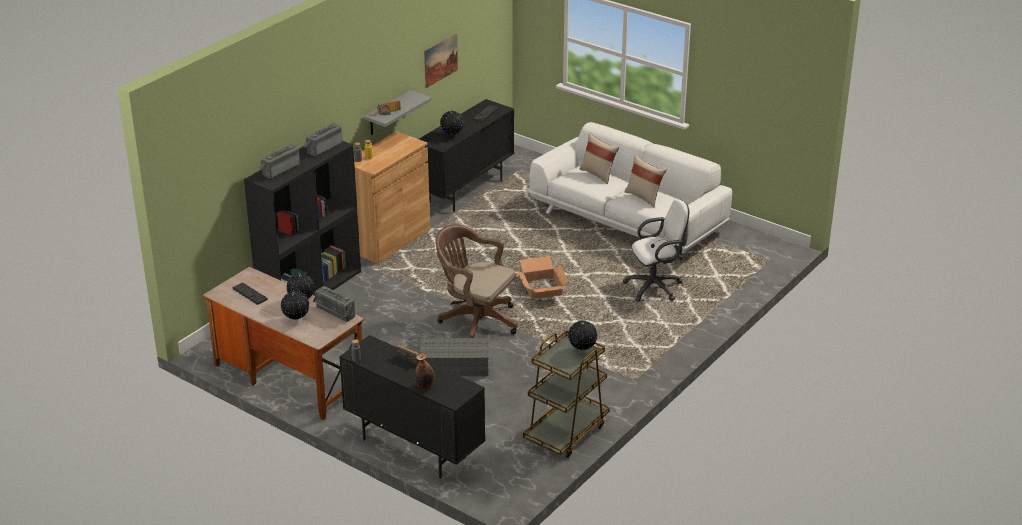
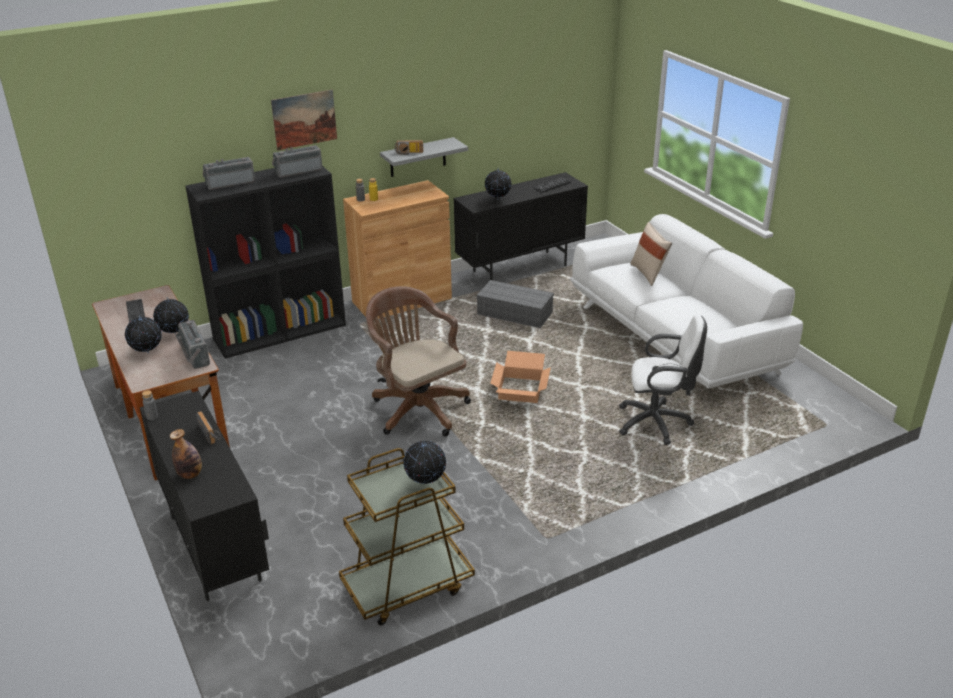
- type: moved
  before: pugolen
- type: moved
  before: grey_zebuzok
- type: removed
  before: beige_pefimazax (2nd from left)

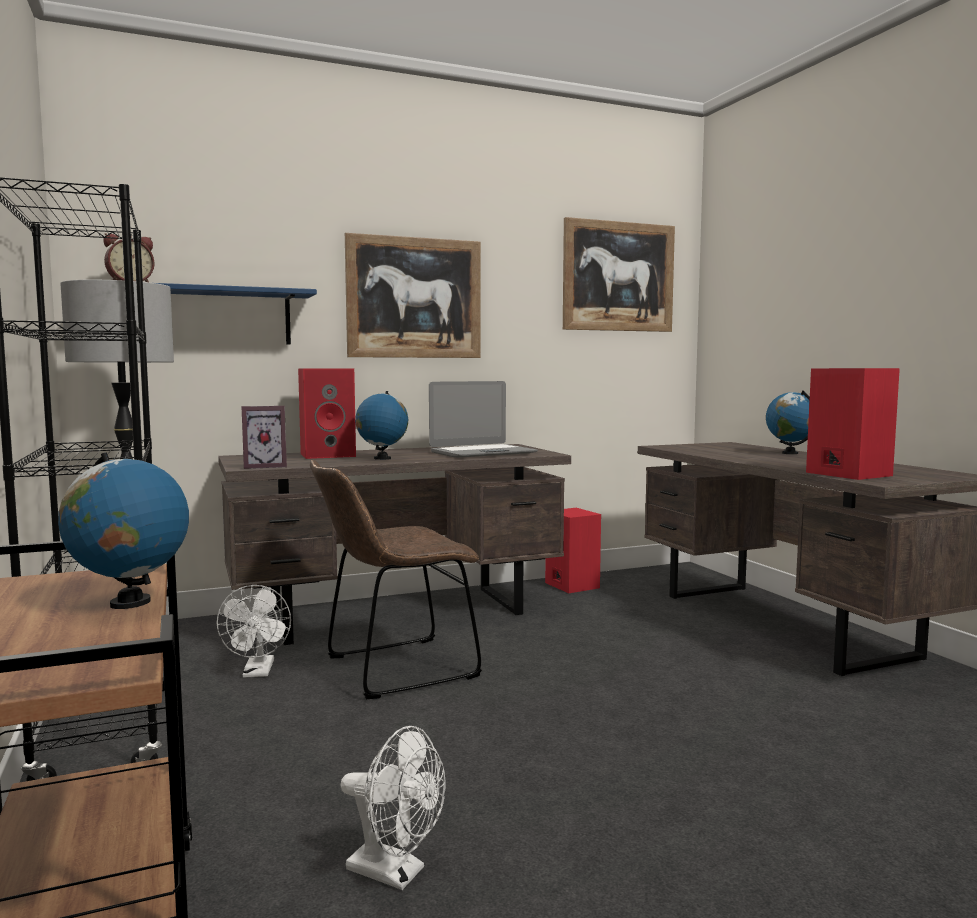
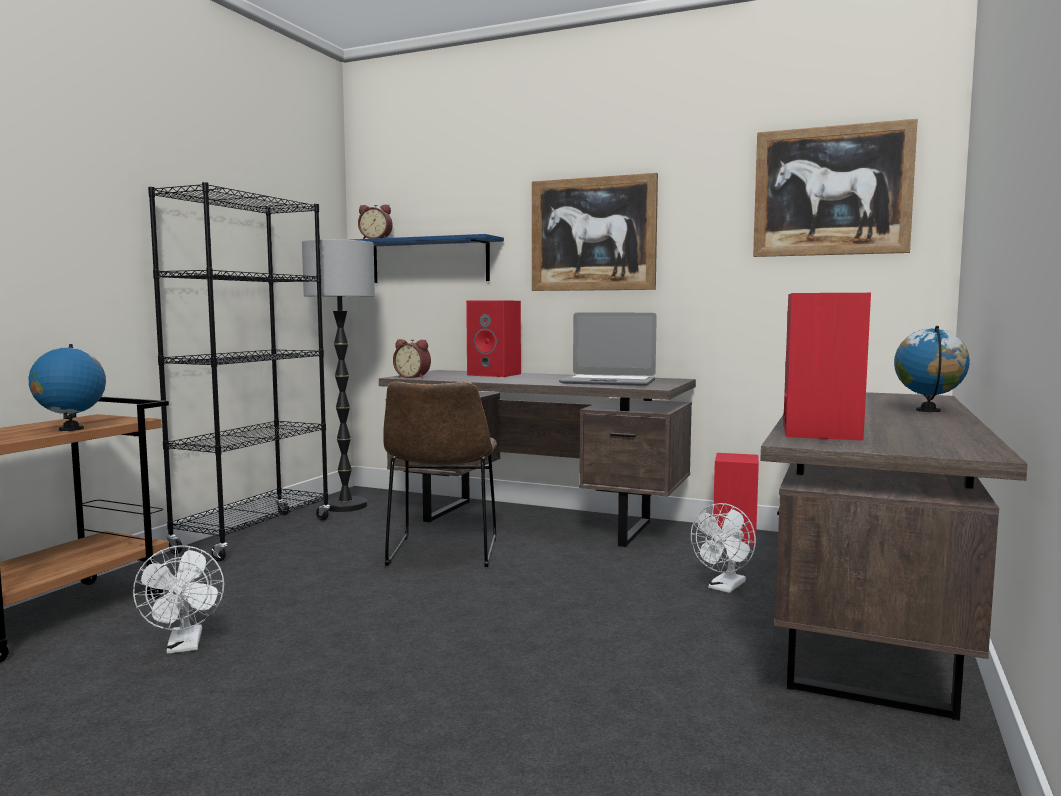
- type: turned
  before: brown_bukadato
  turn: -105
- type: replaced
  before: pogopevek
  after: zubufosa (2nd from left)
- type: moved
  before: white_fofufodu (1st from left in the first image)
  after: white_fofufodu (2nd from left)
- type: removed
  before: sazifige (2nd from left)

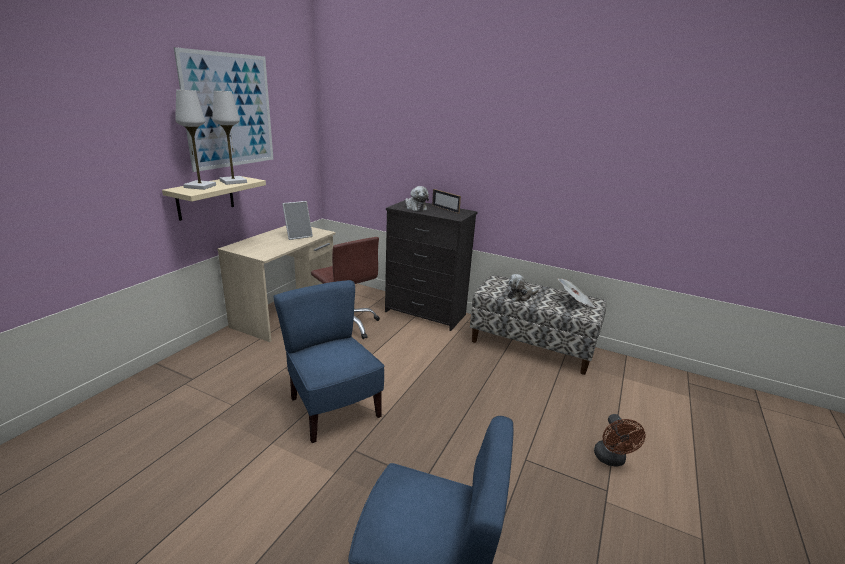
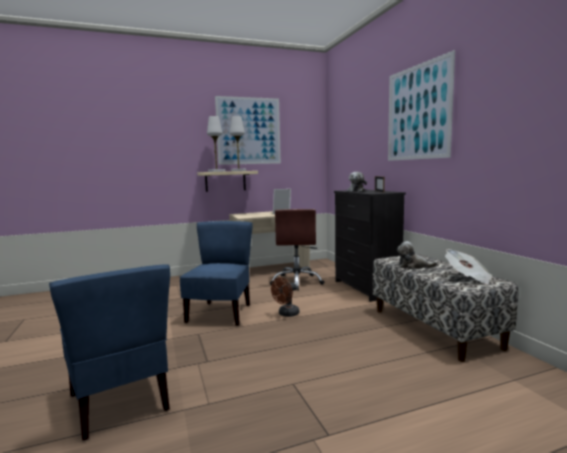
- type: moved
  before: brown_fofufodu
- type: added
  after: pugolen (2nd from left)

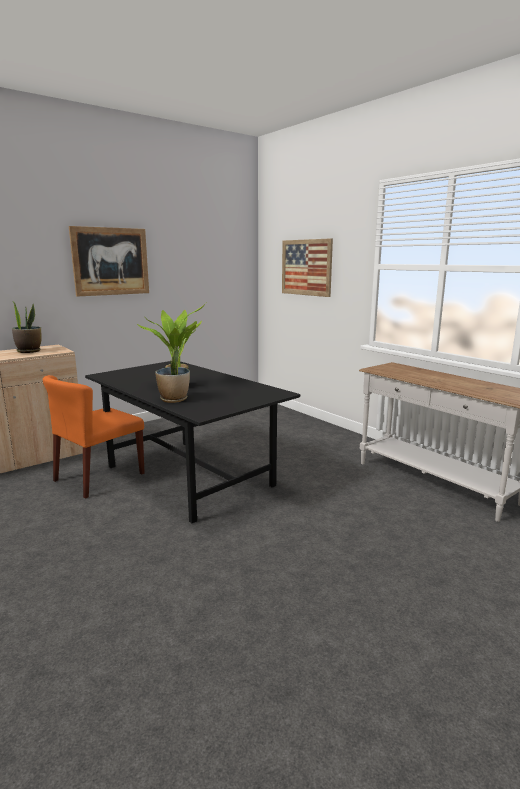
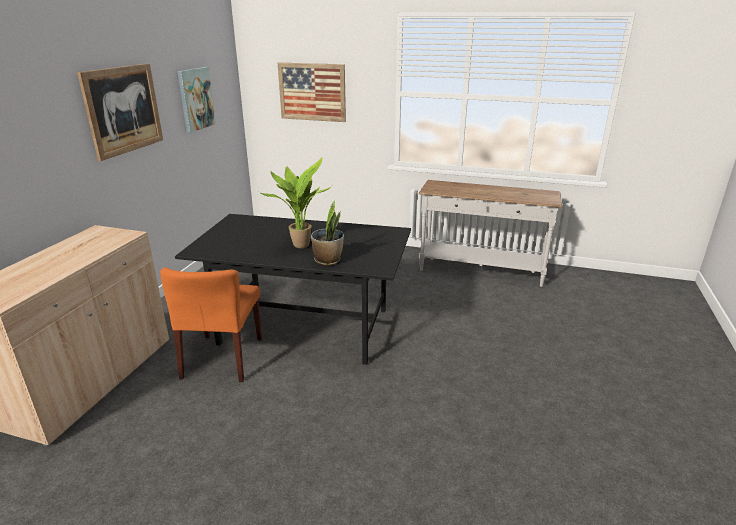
- type: added
  after: pugolen (2nd from left)
- type: removed
  before: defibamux (1st from left)

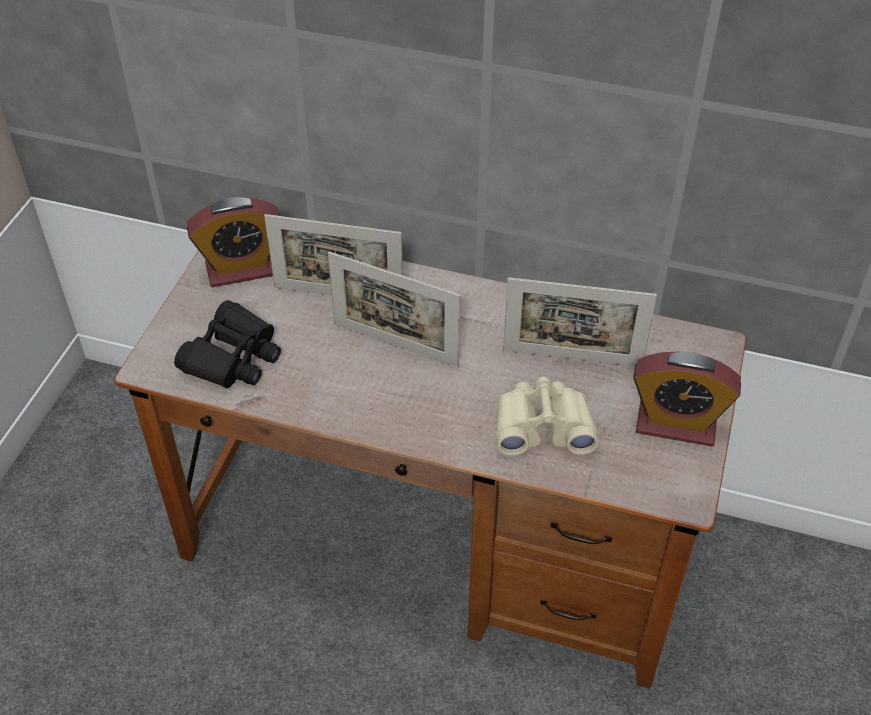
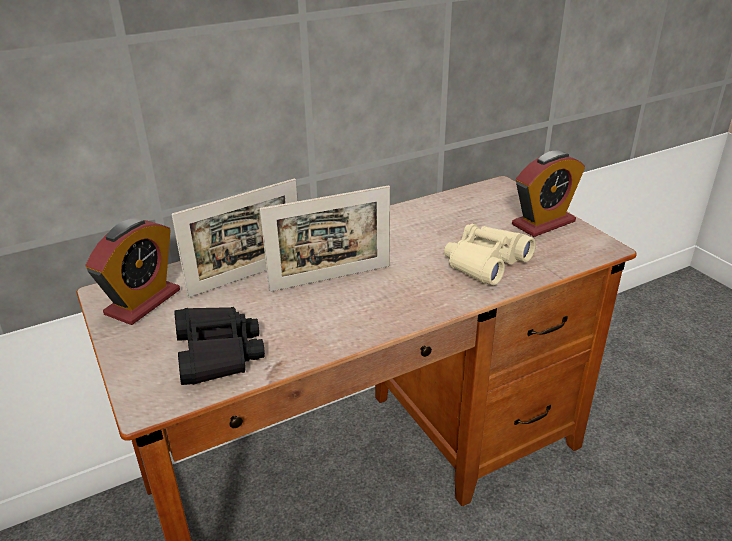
- type: removed
  before: pogopevek (3rd from left)

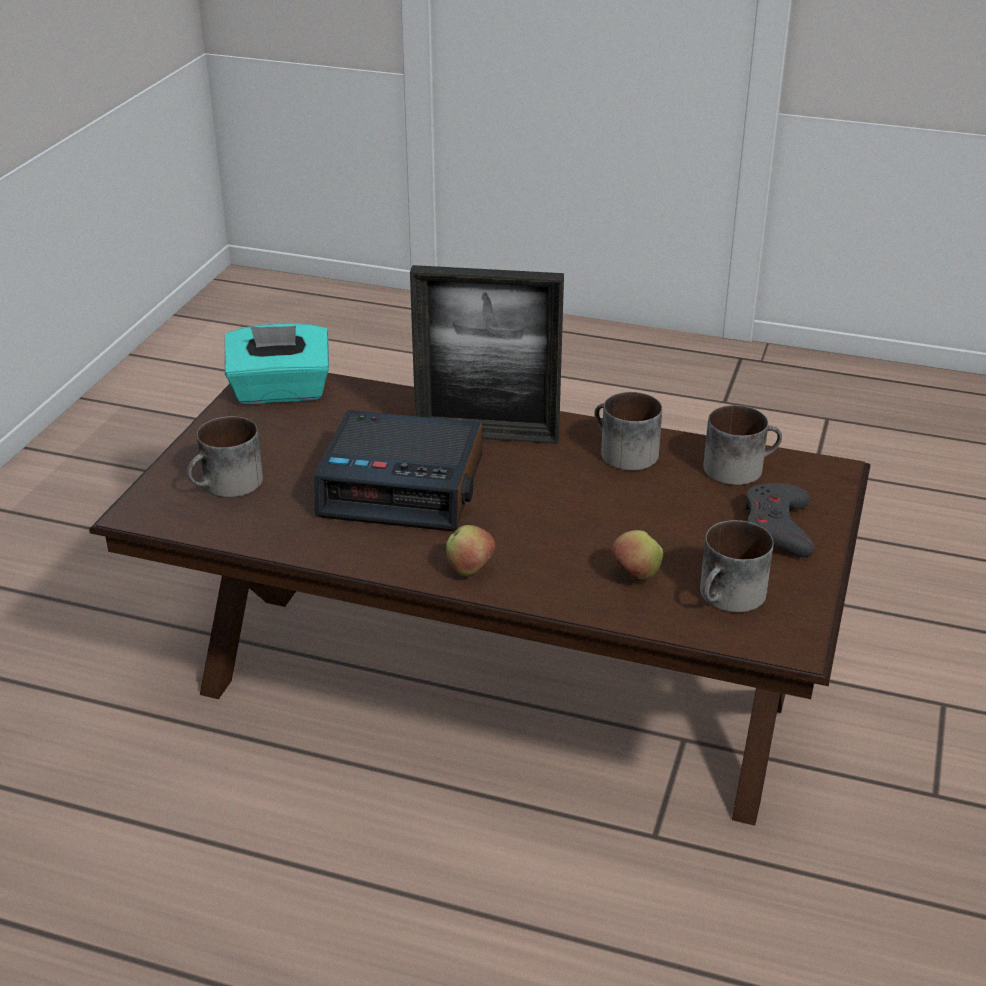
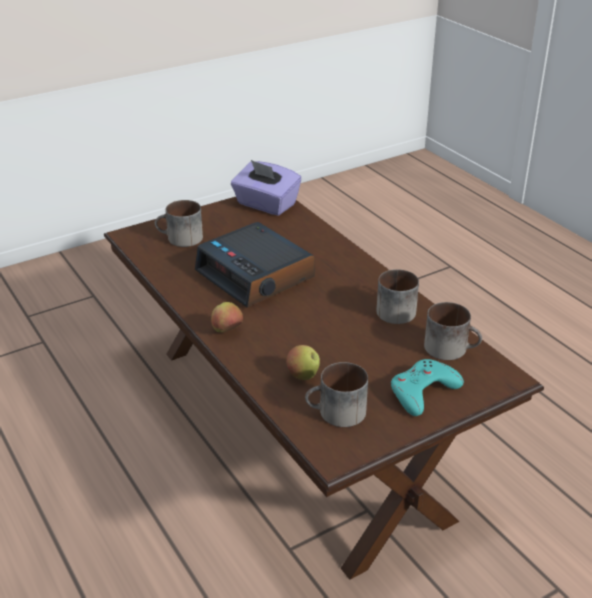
- type: recoloured
  before: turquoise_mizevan
  after: purple_mizevan
- type: recoloured
  before: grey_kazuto
  after: turquoise_kazuto
- type: removed
  before: pogopevek

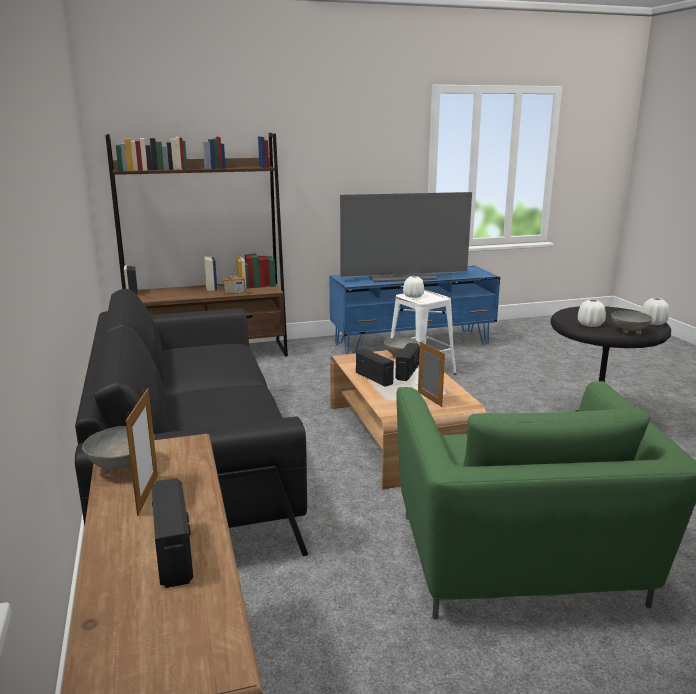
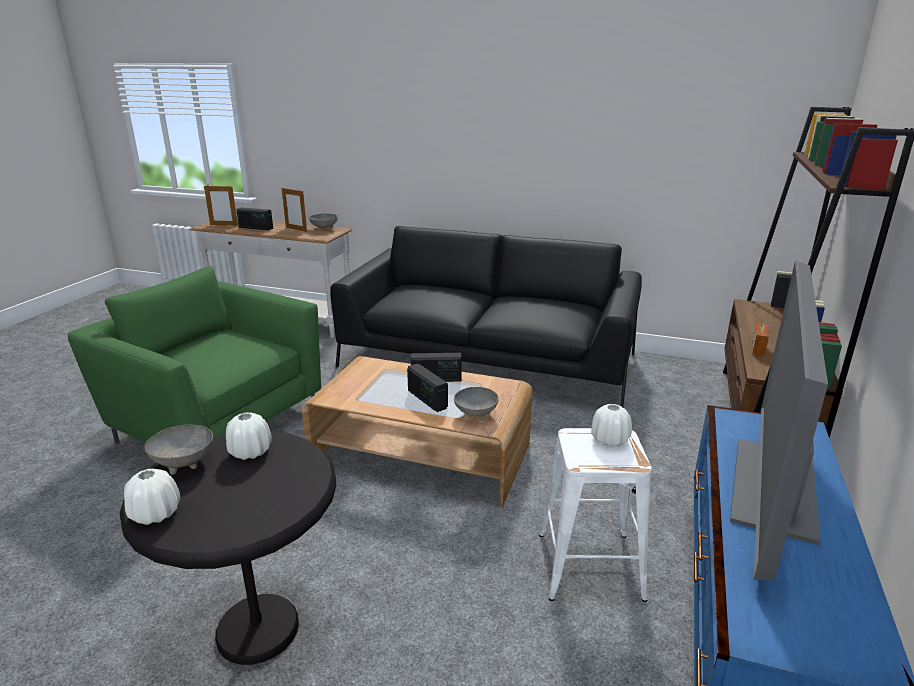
- type: moved
  before: pogopevek (2nd from left in the first image)
  after: pogopevek (1st from left)

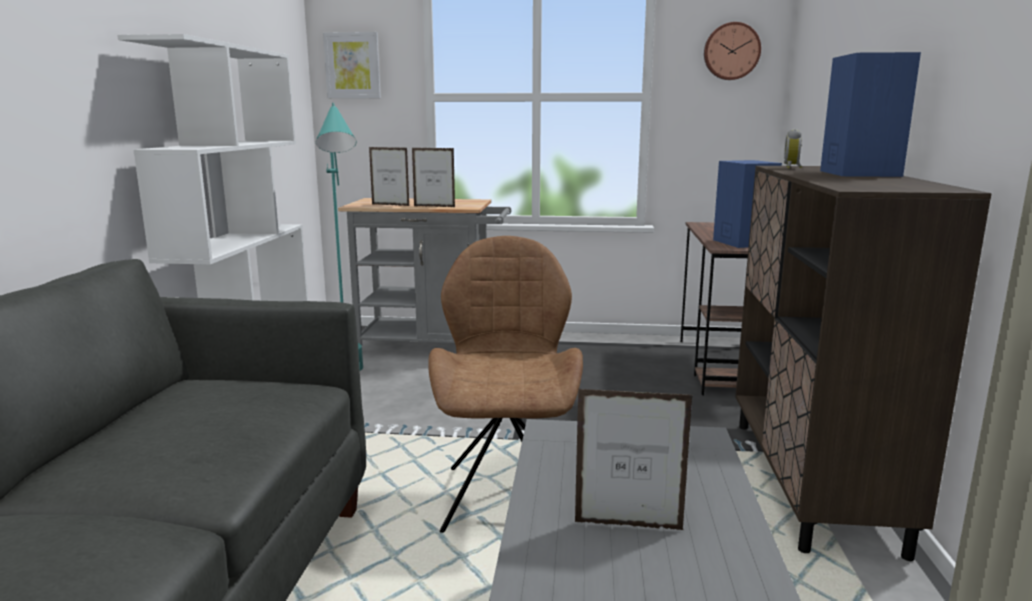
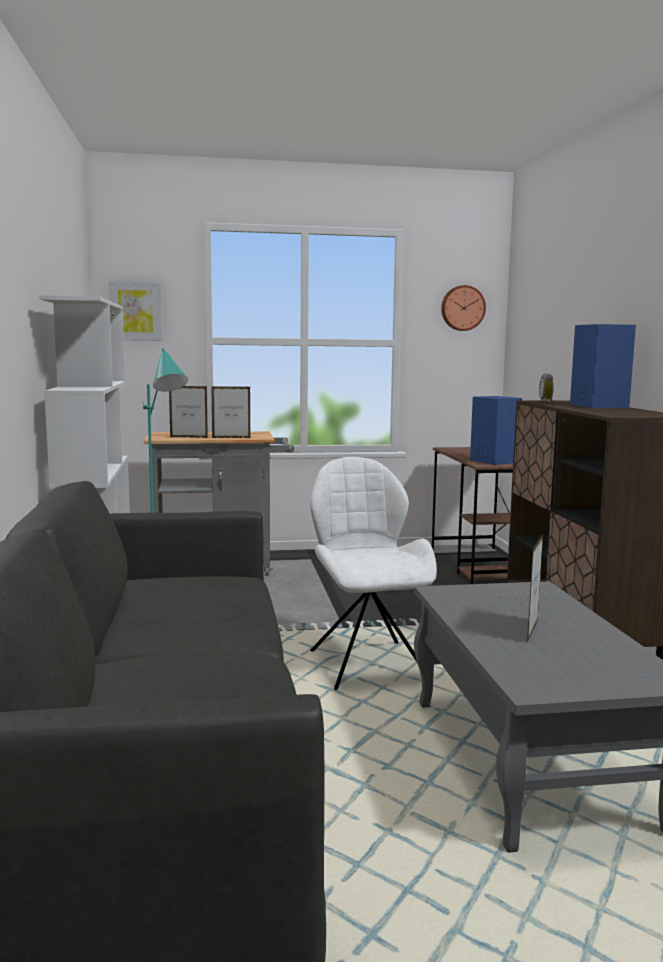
- type: recoloured
  before: brown_bukadato
  after: white_bukadato
- type: turned
  before: pogopevek (3rd from left)
  turn: -60

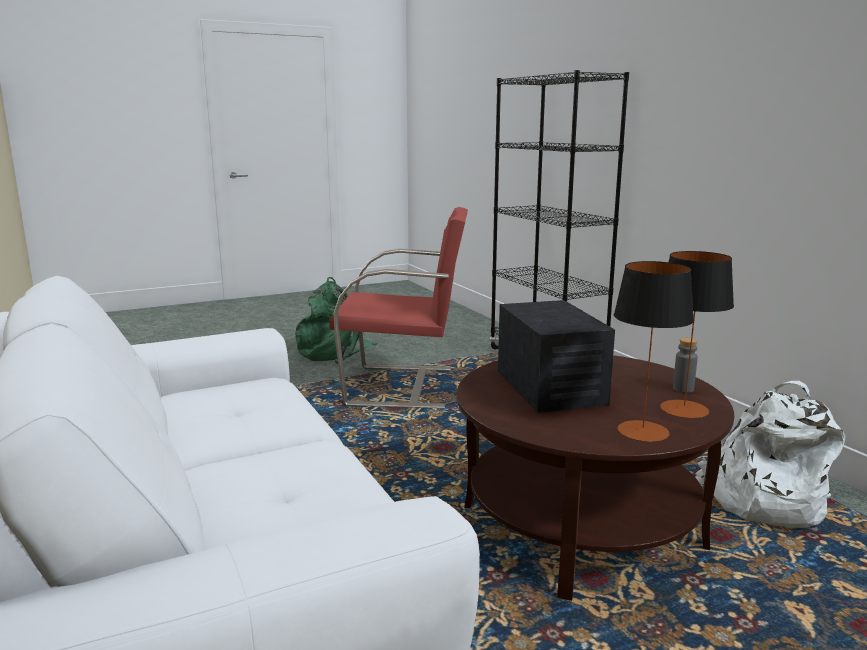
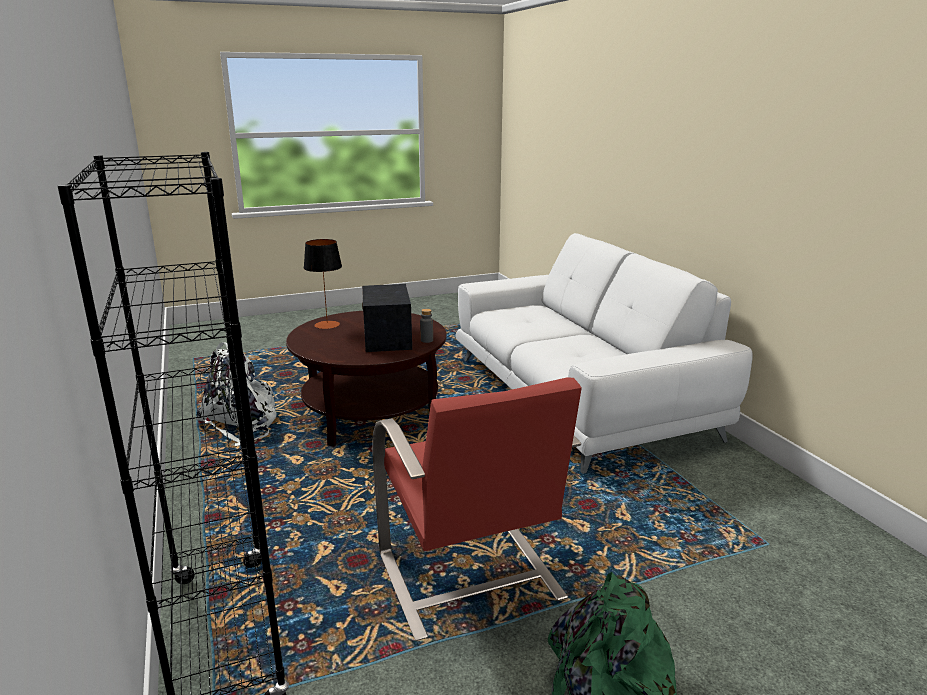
- type: turned
  before: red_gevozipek
  turn: -120
- type: moved
  before: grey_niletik
- type: removed
  before: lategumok (1st from left)

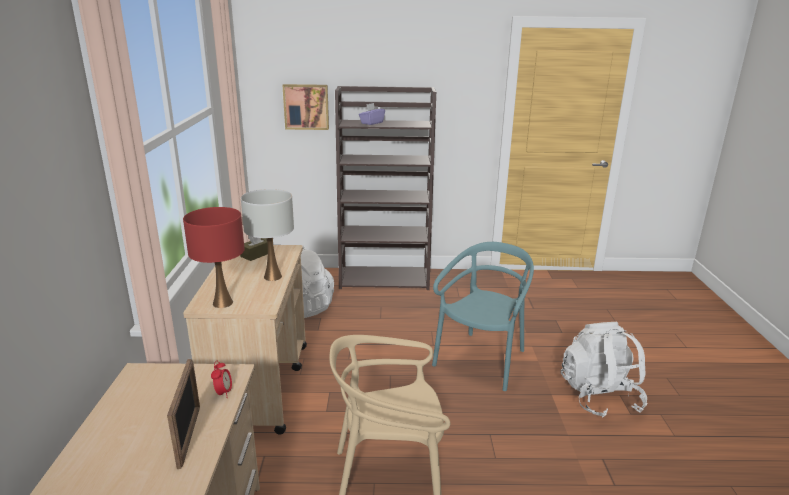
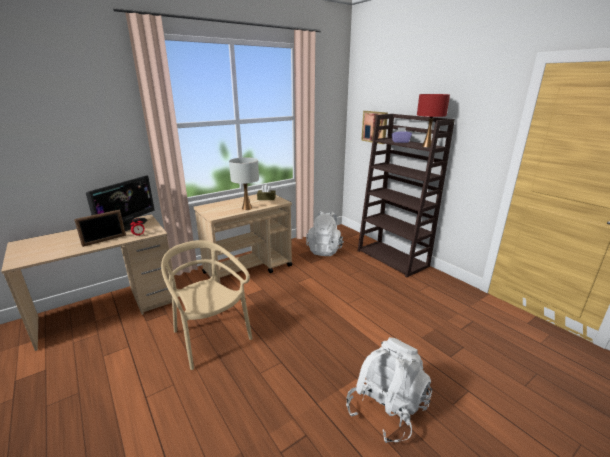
- type: added
  after: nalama
- type: moved
  before: red_lategumok
- type: removed
  before: turquoise_bukadato

